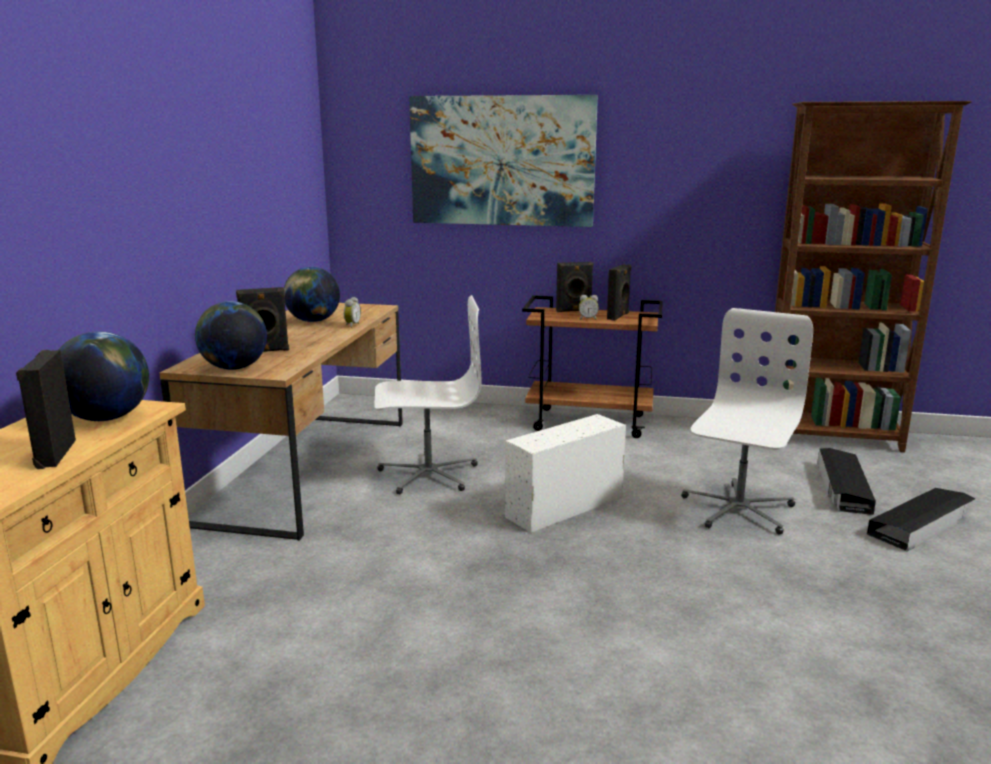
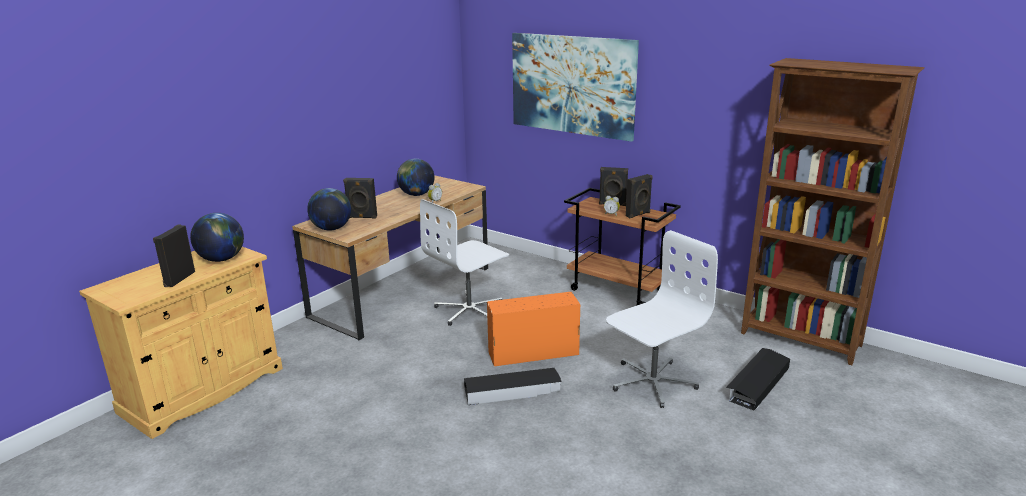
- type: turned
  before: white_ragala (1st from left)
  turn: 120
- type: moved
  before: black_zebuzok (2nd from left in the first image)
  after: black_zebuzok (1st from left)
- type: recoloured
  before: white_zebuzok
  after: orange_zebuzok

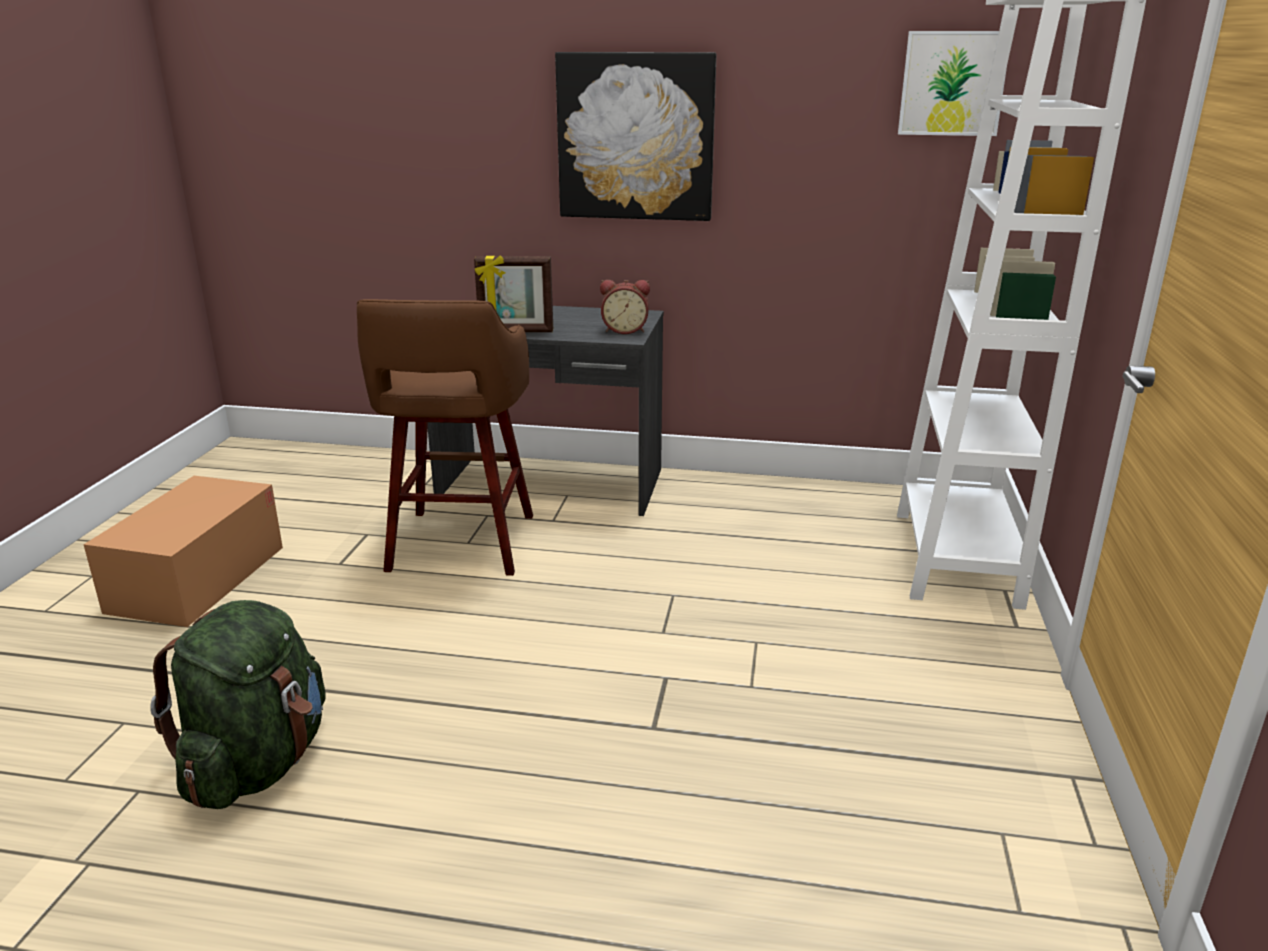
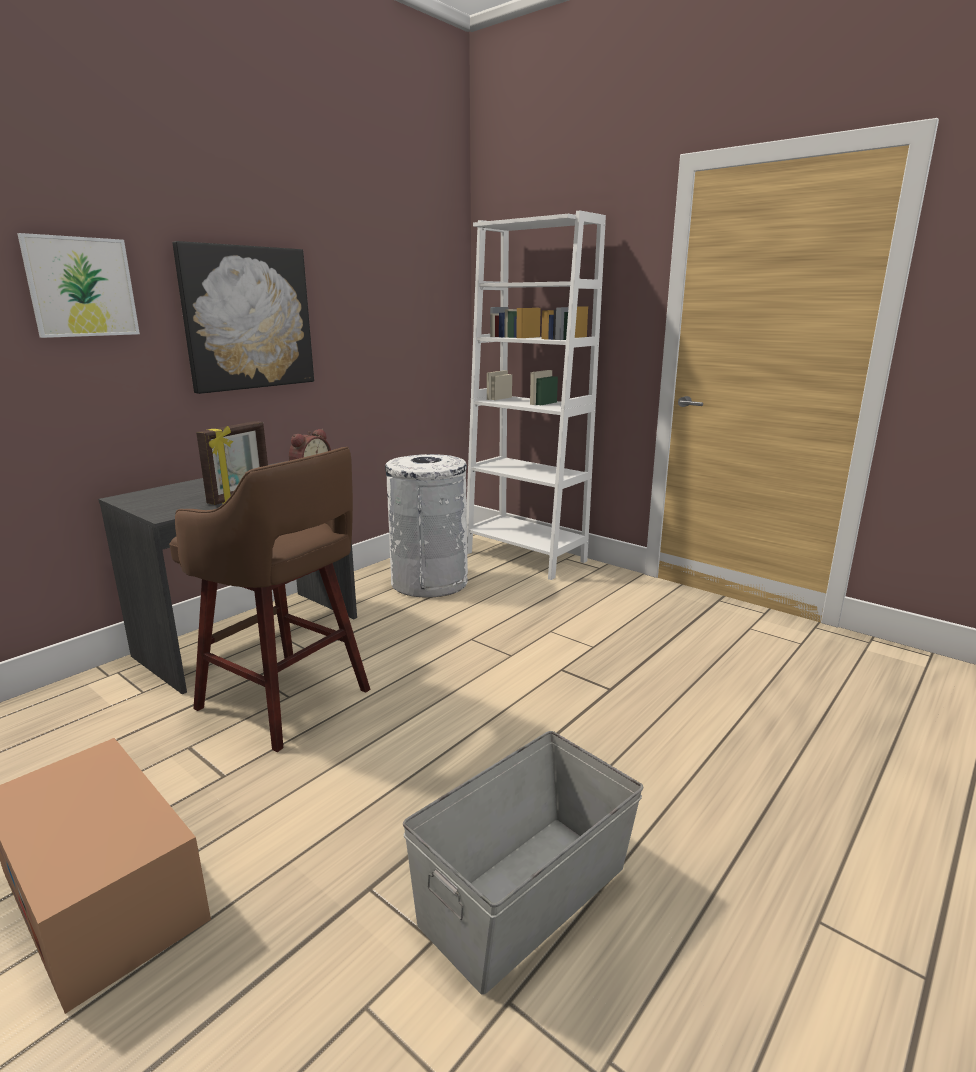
- type: moved
  before: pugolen (2nd from left in the first image)
  after: pugolen (1st from left)
- type: added
  after: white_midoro
- type: replaced
  before: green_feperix
  after: grey_zebuzok

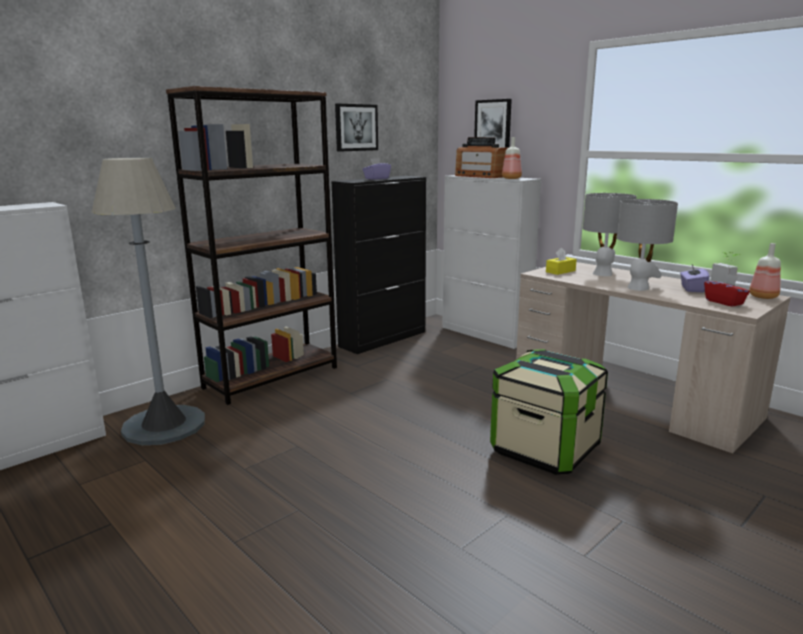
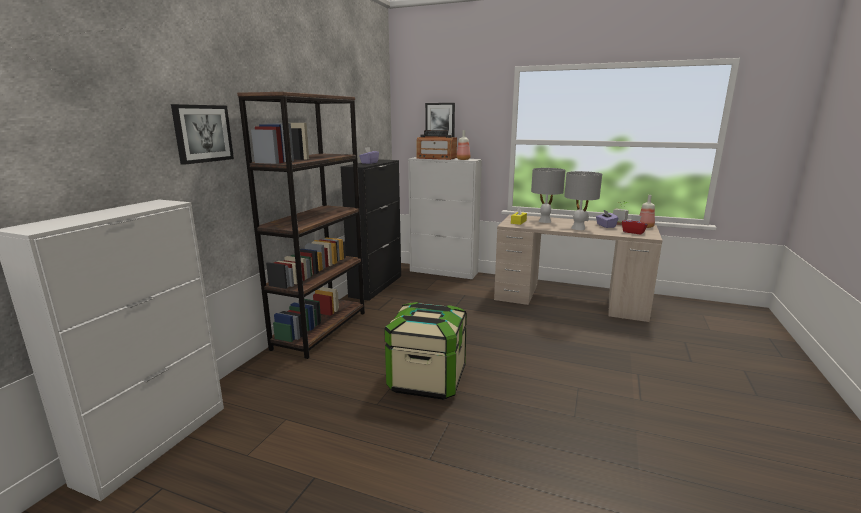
- type: moved
  before: pugolen (1st from left)
- type: moved
  before: zebuzok
- type: removed
  before: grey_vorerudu

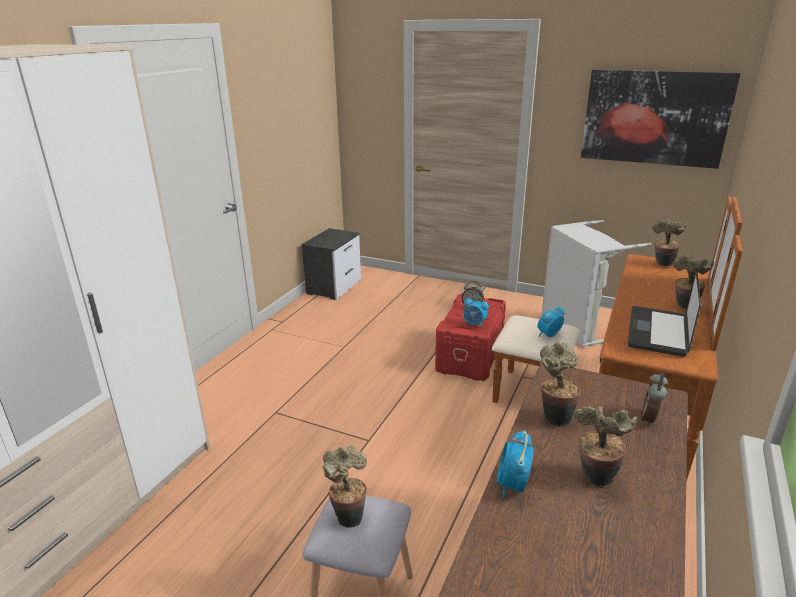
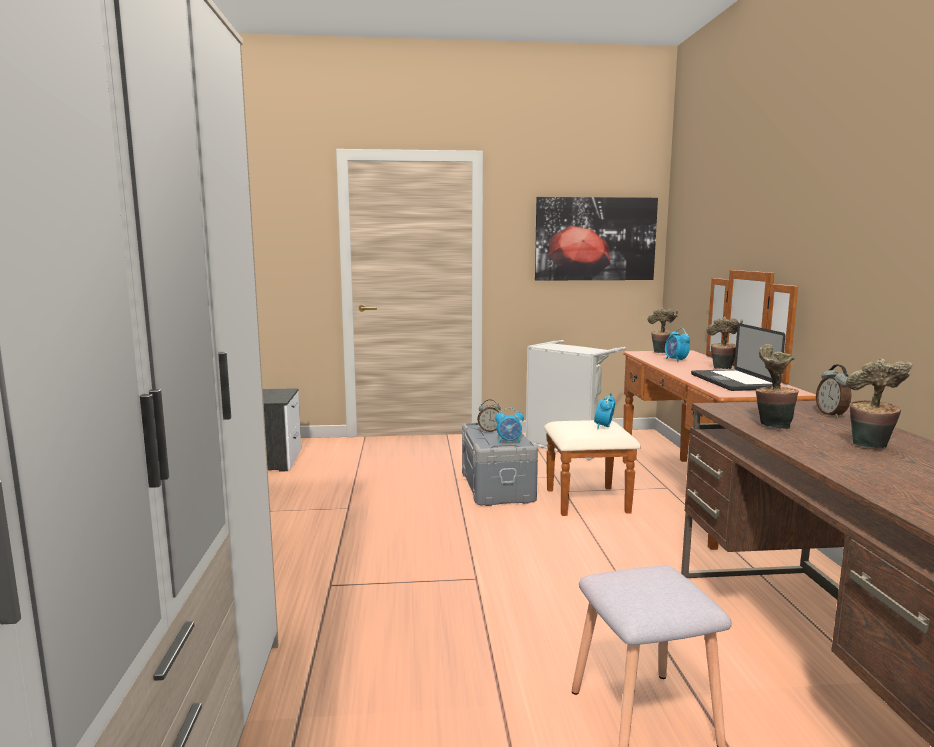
- type: recoloured
  before: red_zebuzok
  after: grey_zebuzok
- type: moved
  before: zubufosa (3rd from left in the first image)
  after: zubufosa (4th from left)
- type: removed
  before: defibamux (1st from left)

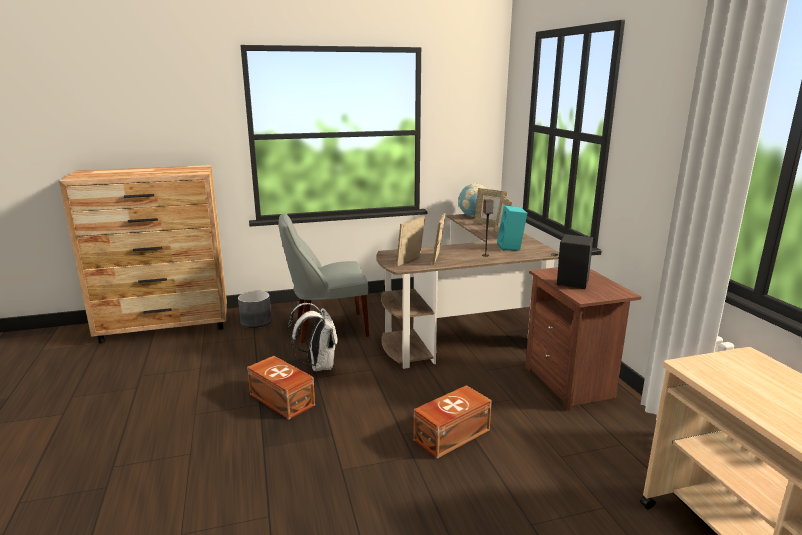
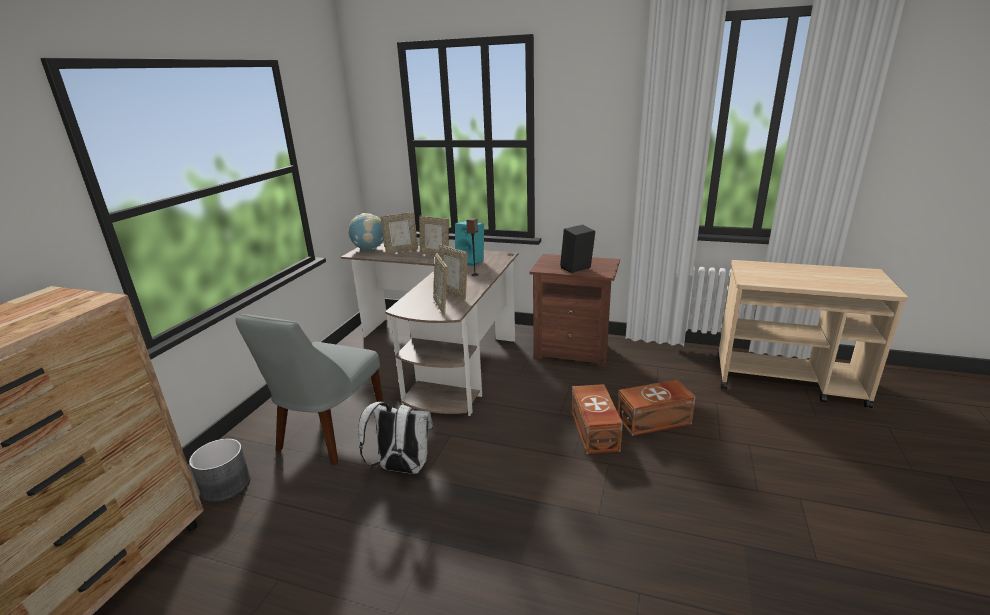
- type: moved
  before: brown_zebuzok (1st from left in the first image)
  after: brown_zebuzok (2nd from left)

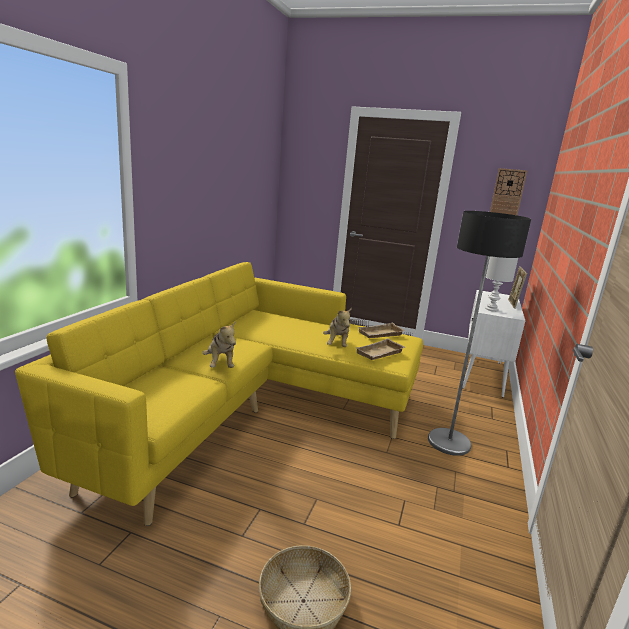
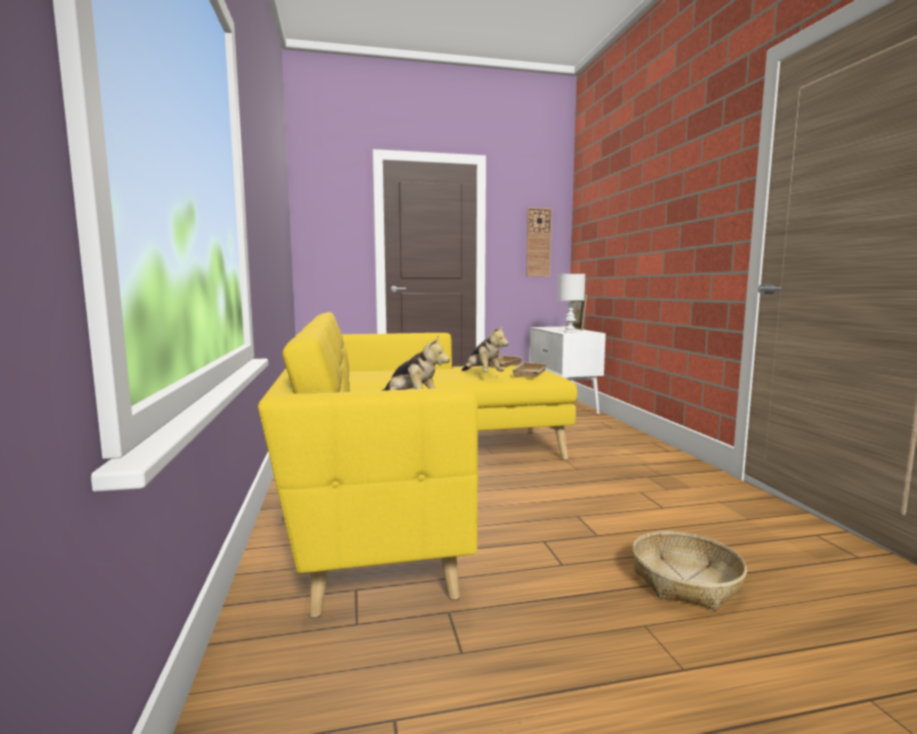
- type: removed
  before: vorerudu

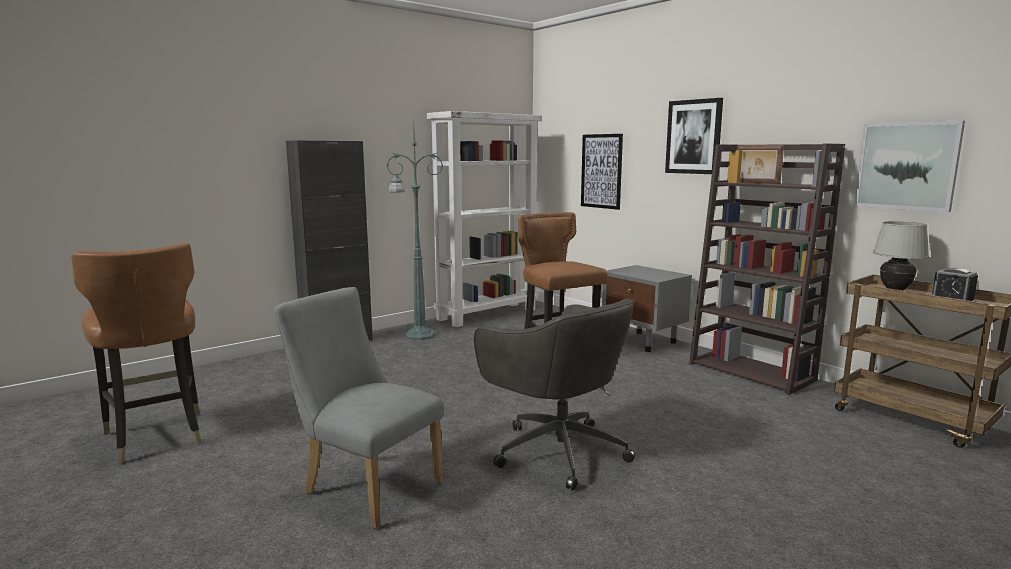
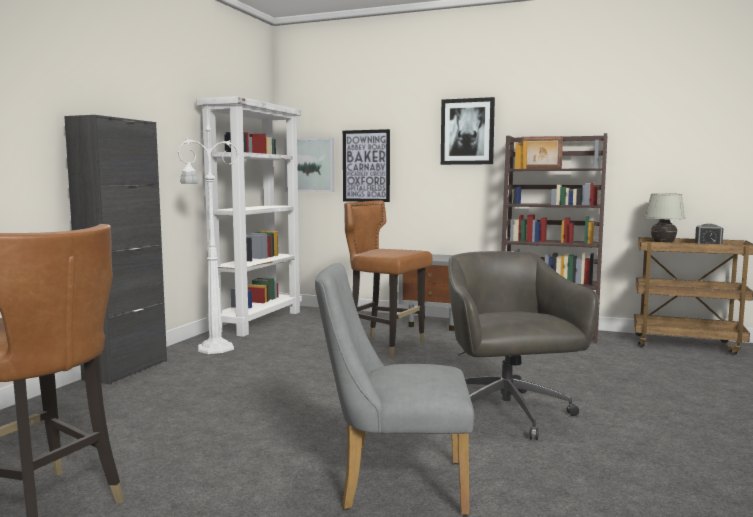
- type: recoloured
  before: green_vorerudu
  after: white_vorerudu
- type: moved
  before: pugolen (3rd from left in the first image)
  after: pugolen (1st from left)
- type: turned
  before: grey_ragala
  turn: -120

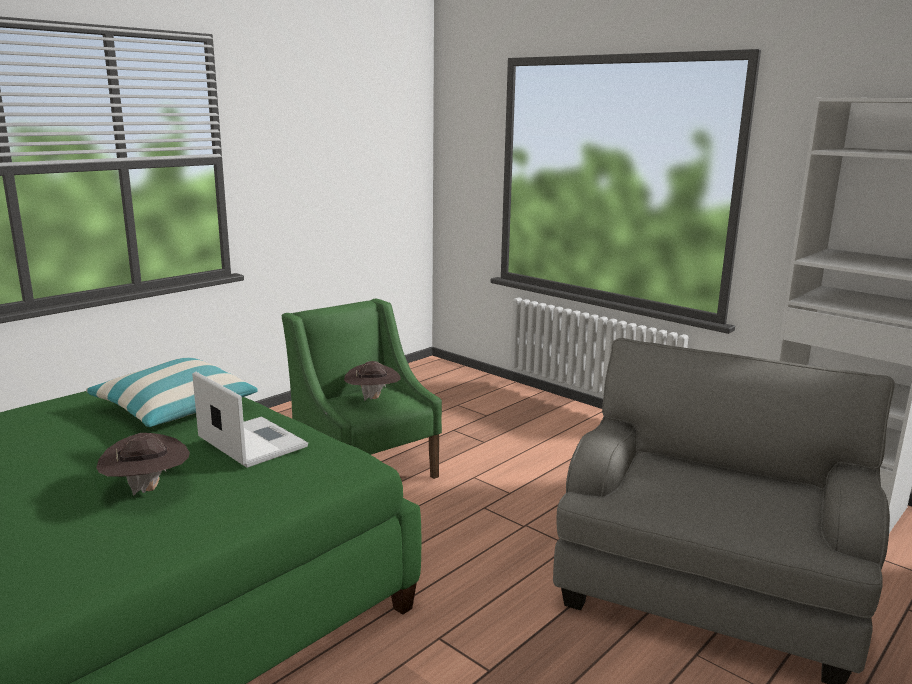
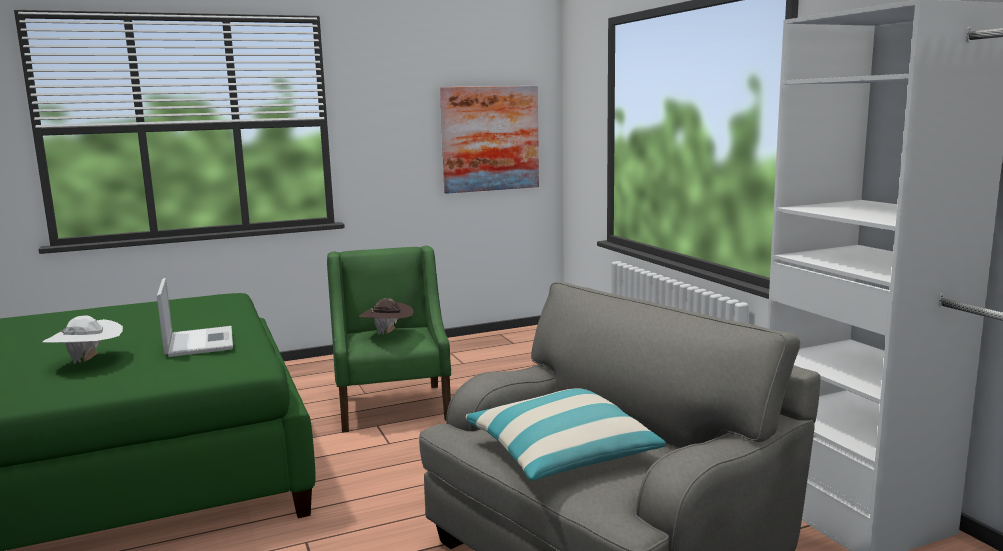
- type: recoloured
  before: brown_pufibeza (1st from left)
  after: white_pufibeza
- type: added
  after: pugolen
- type: moved
  before: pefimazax

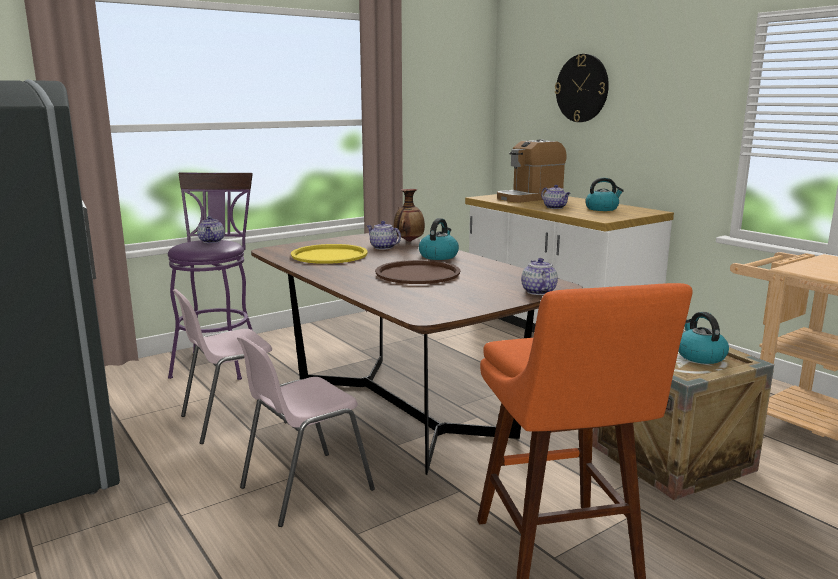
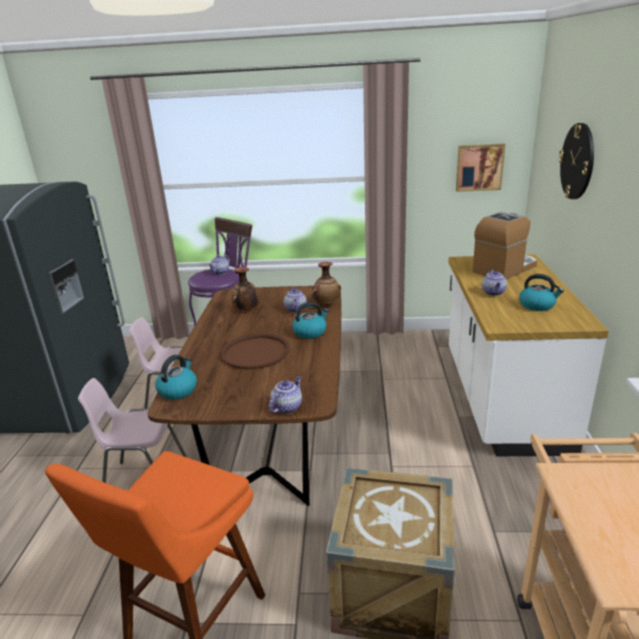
- type: moved
  before: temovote (3rd from left in the first image)
  after: temovote (1st from left)
- type: replaced
  before: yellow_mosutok
  after: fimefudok (1st from left)
- type: added
  after: pugolen
- type: turned
  before: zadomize
  turn: 135

